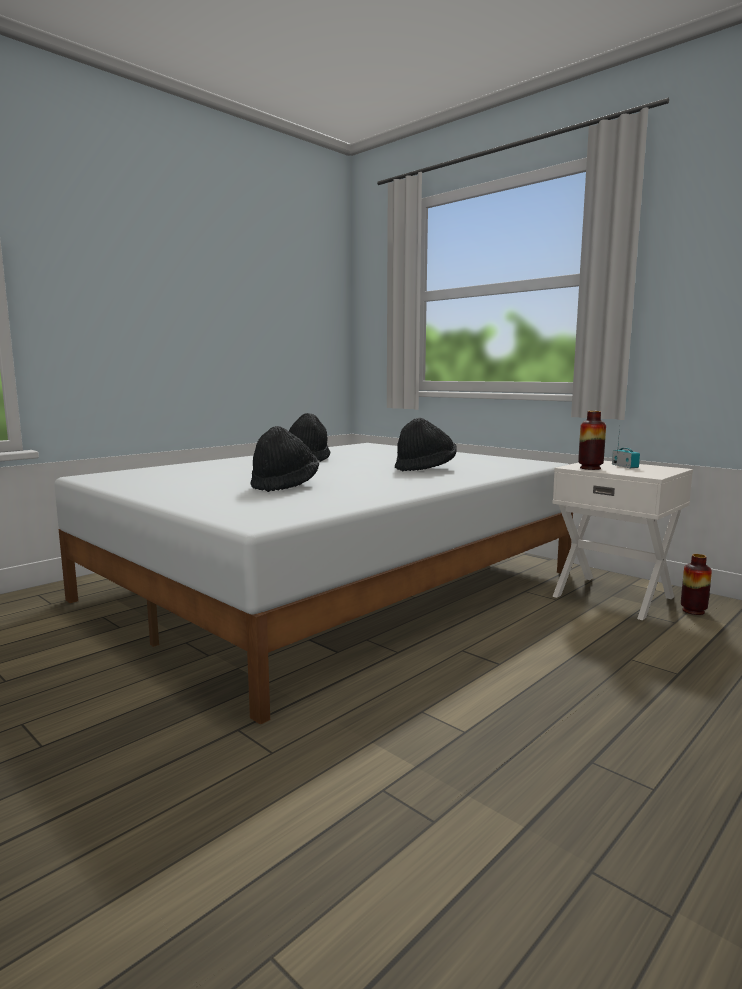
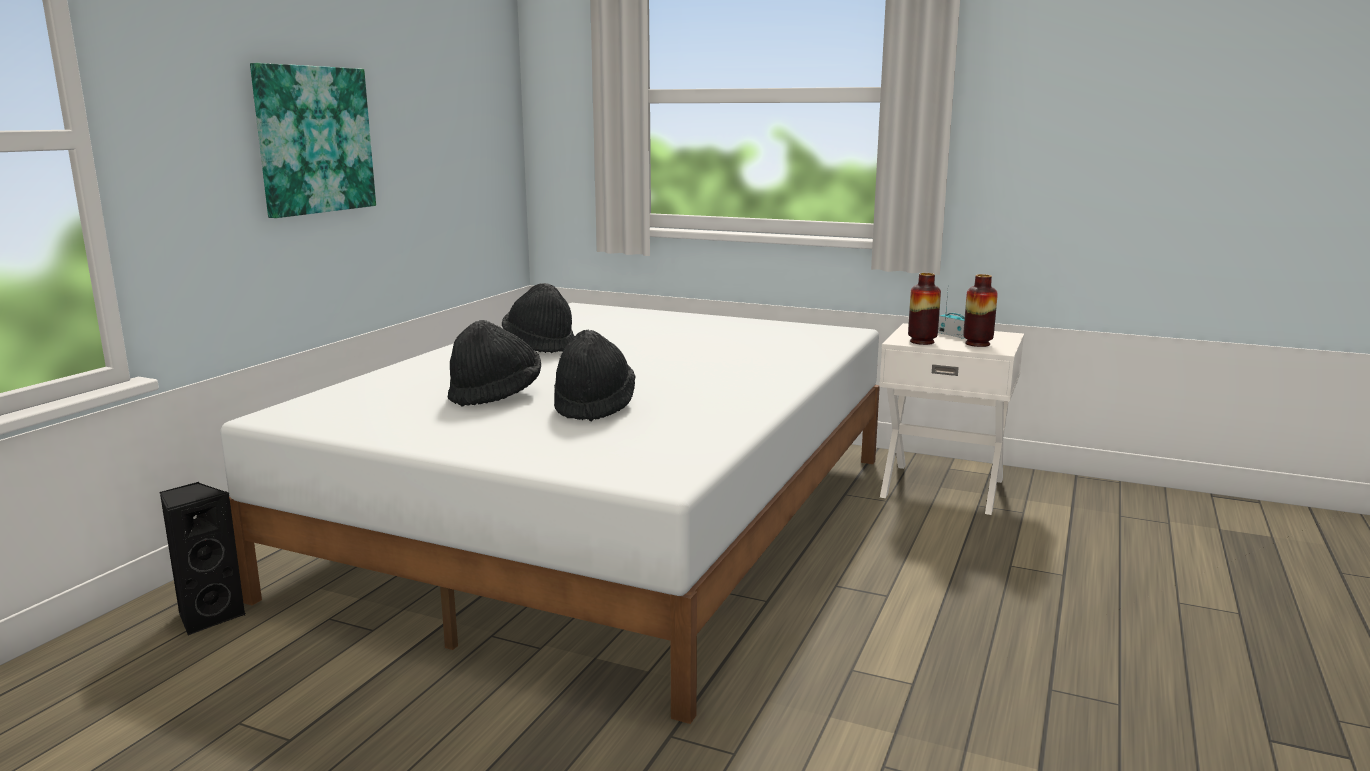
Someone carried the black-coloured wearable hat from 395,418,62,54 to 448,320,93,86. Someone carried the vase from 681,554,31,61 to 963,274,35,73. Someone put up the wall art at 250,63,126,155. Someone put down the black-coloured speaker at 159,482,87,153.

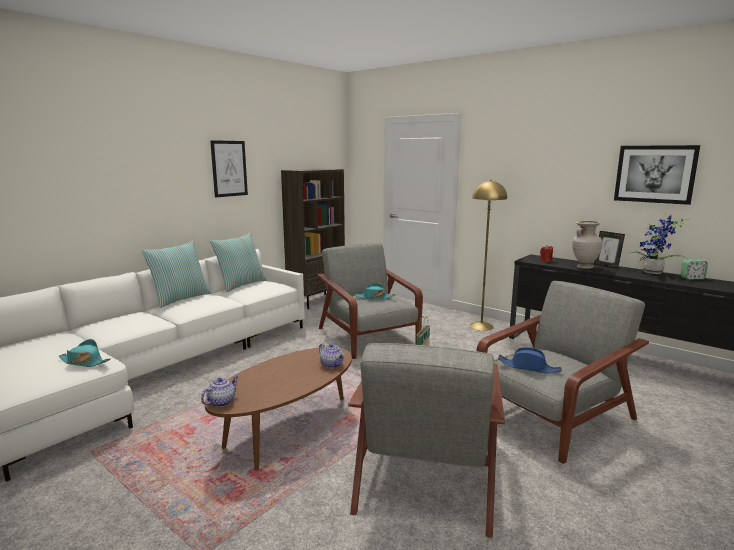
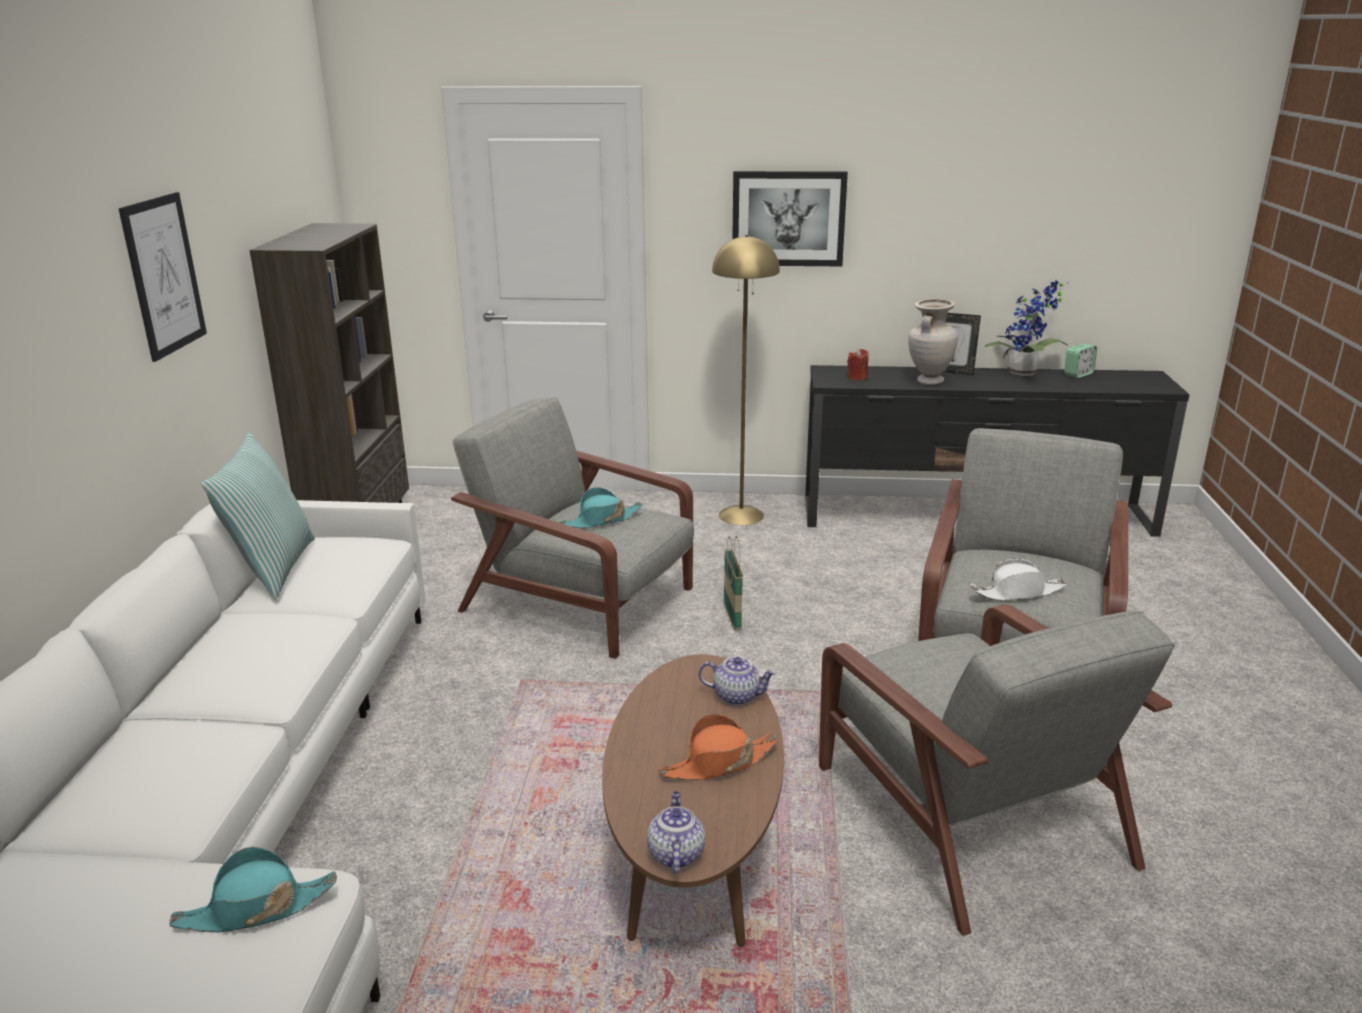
Someone carried the wall art from 614,145,86,60 to 732,171,116,95. Someone took away the cushion at 141,241,70,67. Someone repainted the blue-coloured wearable hat at 498,347,64,26, which became the white wearable hat at 971,559,95,42. Someone put down the orange-coloured wearable hat at 658,714,121,66.

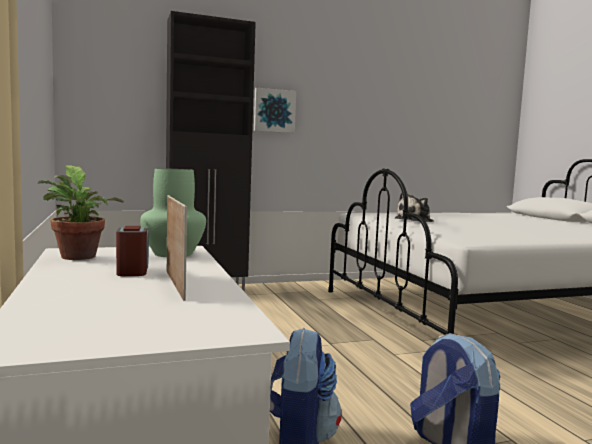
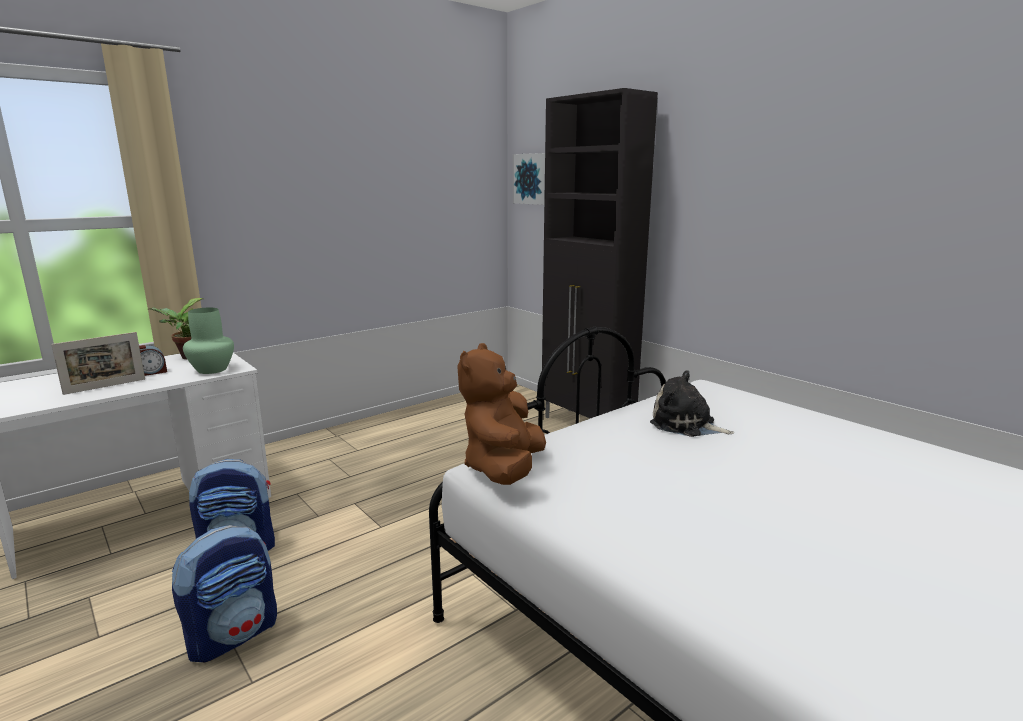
Someone carried the wall art from 254,88,42,45 to 513,153,32,52. Someone put down the brown plush toy at 457,343,89,142.

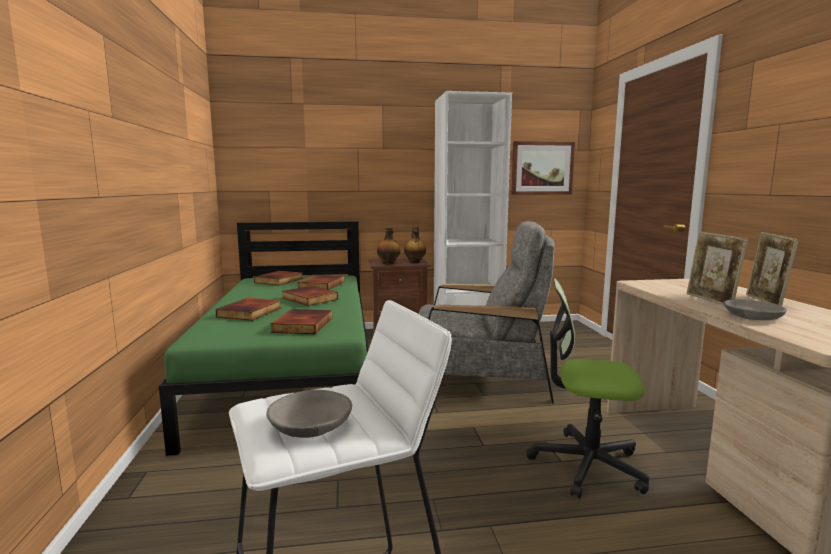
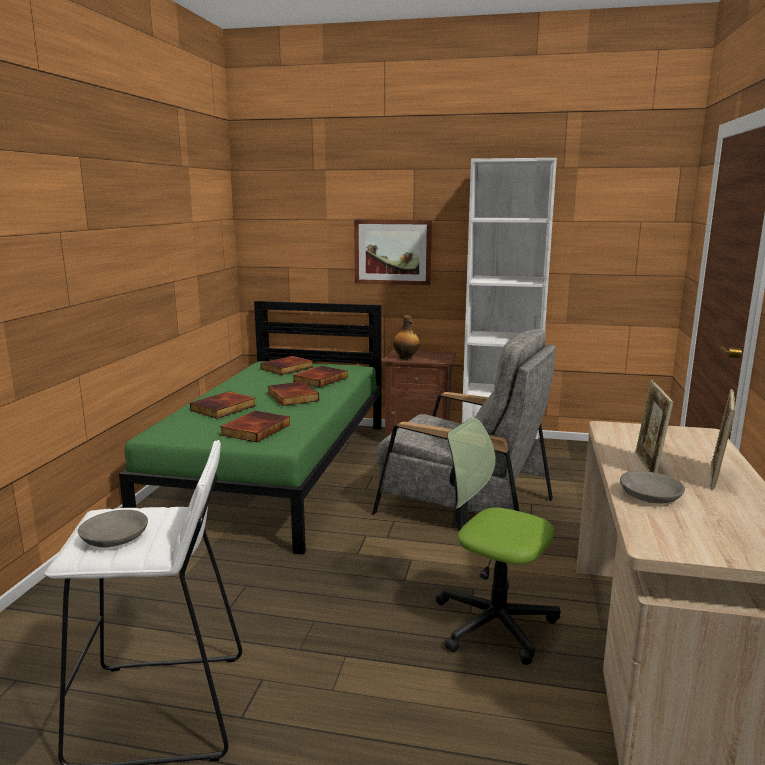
Someone carried the wall art from 511,141,64,54 to 354,220,78,65. Someone took away the beverage bottle at 404,226,22,37.

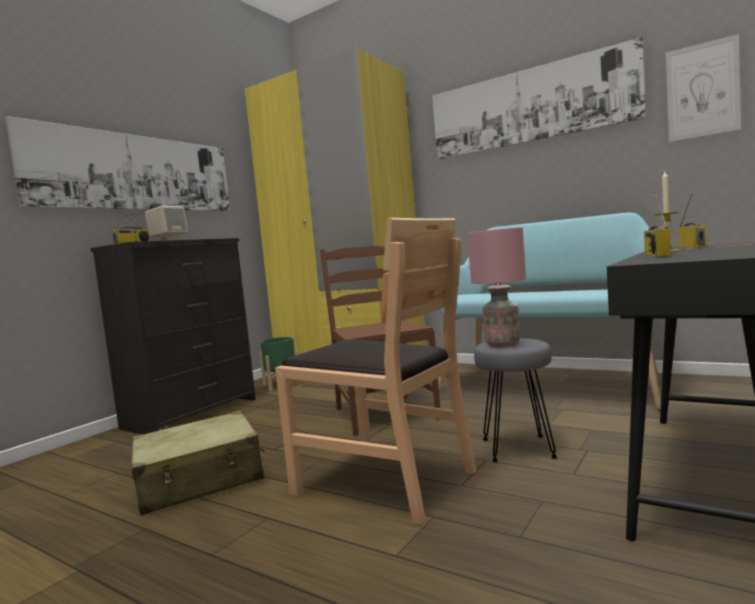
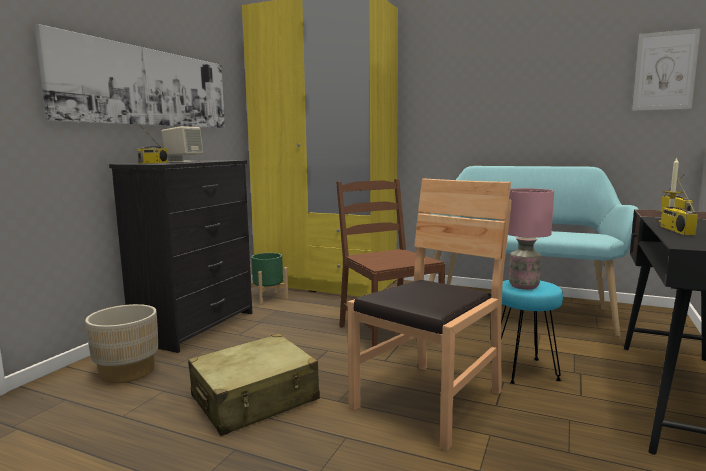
Someone took away the wall art at 432,37,214,123. Someone rotated the brown chair at 275,218,201,307 by 75 degrees counterclockwise. Someone repainted the greyish stool seat at 474,338,84,124, which became the turquoise-coloured stool seat at 501,280,62,104. Someone put down the beige planter at 85,304,73,79.

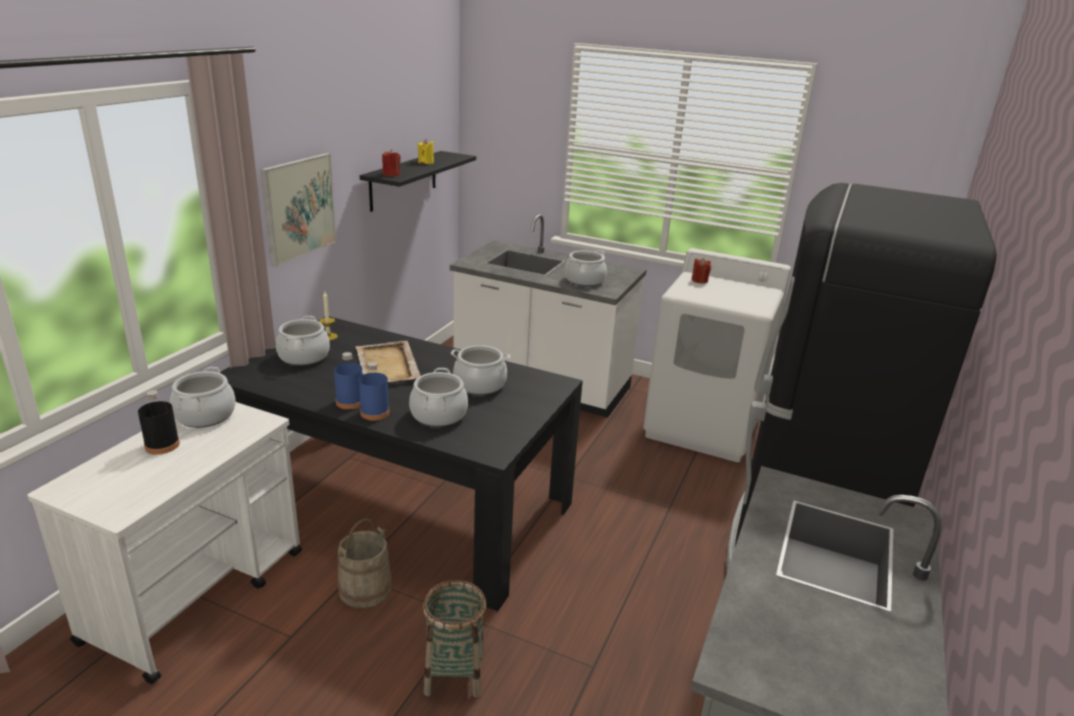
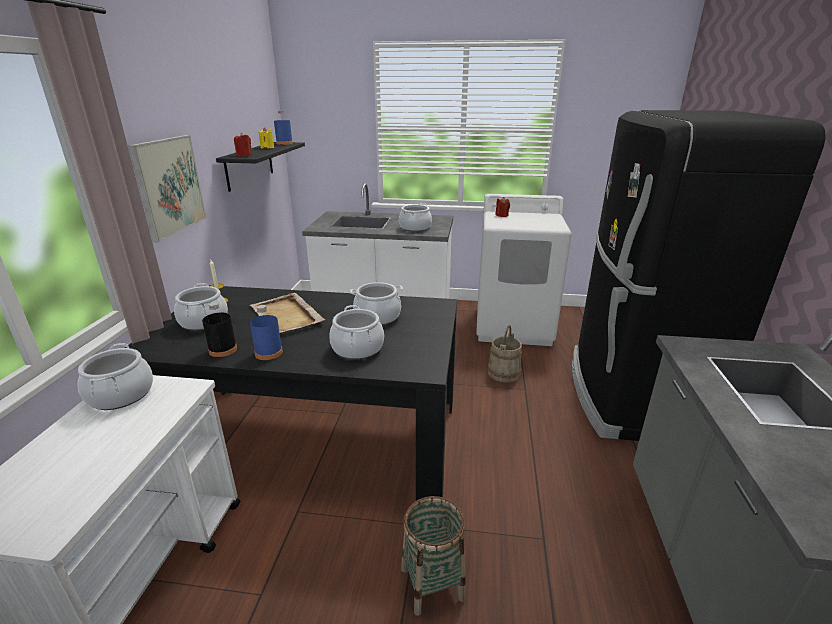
Someone carried the blue-coloured beverage bottle from 359,362,30,58 to 274,110,19,35. Someone carried the black-coloured beverage bottle from 138,390,42,64 to 202,302,35,55. Someone carried the beige bucket from 337,519,55,89 to 488,325,34,58.

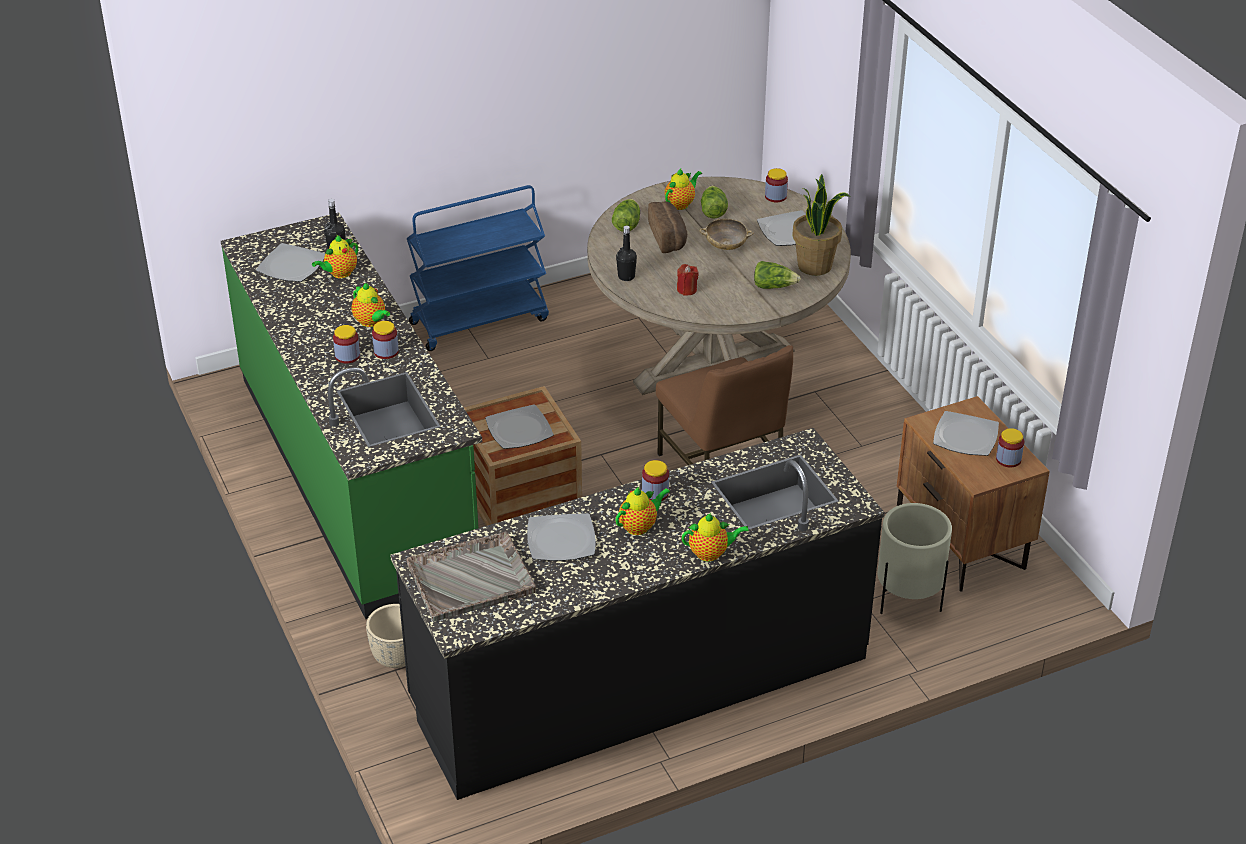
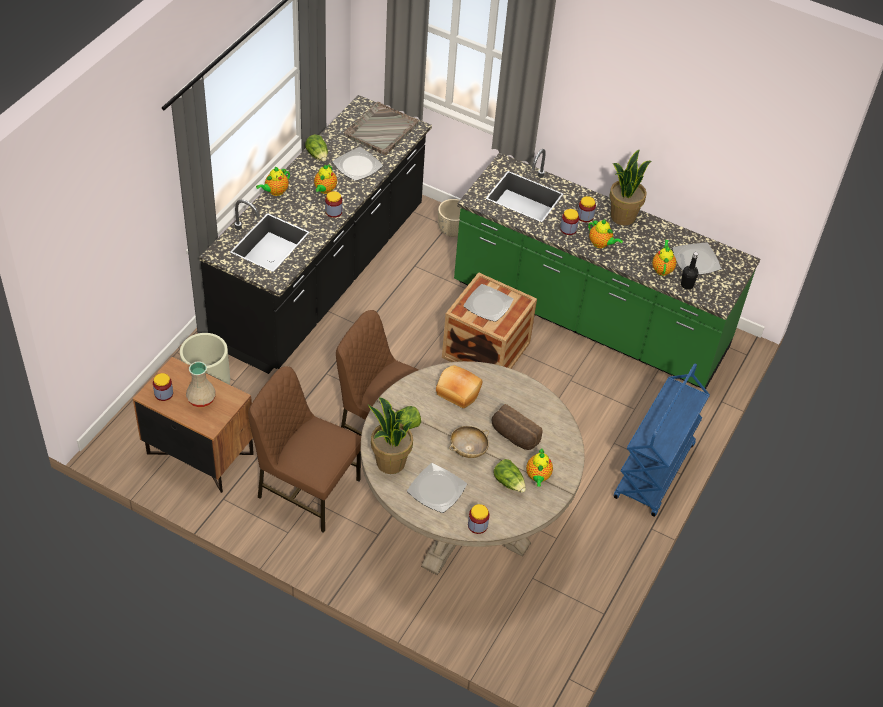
Someone carried the lettuce head from 612,199,28,32 to 305,135,23,27. Someone took away the black-coloured beverage bottle at 616,226,21,55. Someone swapped the red wax candle at 677,264,22,32 for the baked bread at 436,365,47,43. Someone rotated the pot for tea at 351,283,39,44 by 150 degrees counterclockwise. Someone swapped the plate at 933,411,66,45 for the beige vase at 186,362,30,45. Someone put down the houseplant at 609,150,43,75. Someone put down the brown chair at 248,366,113,167.

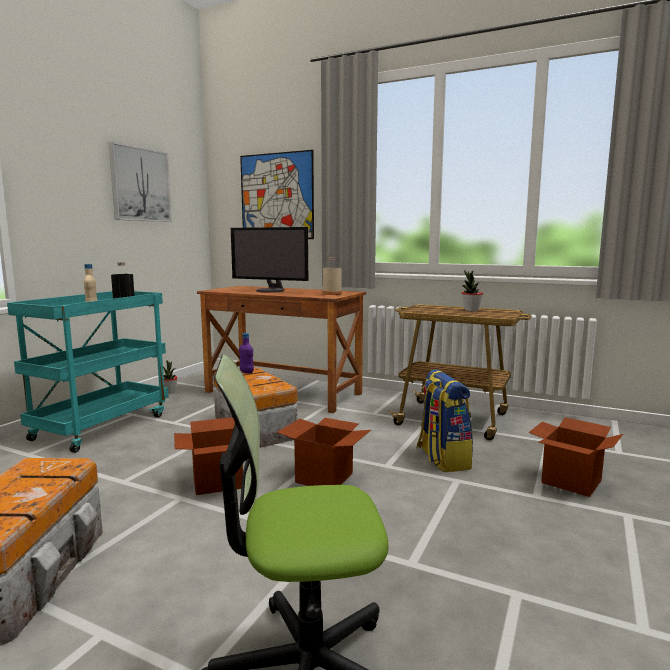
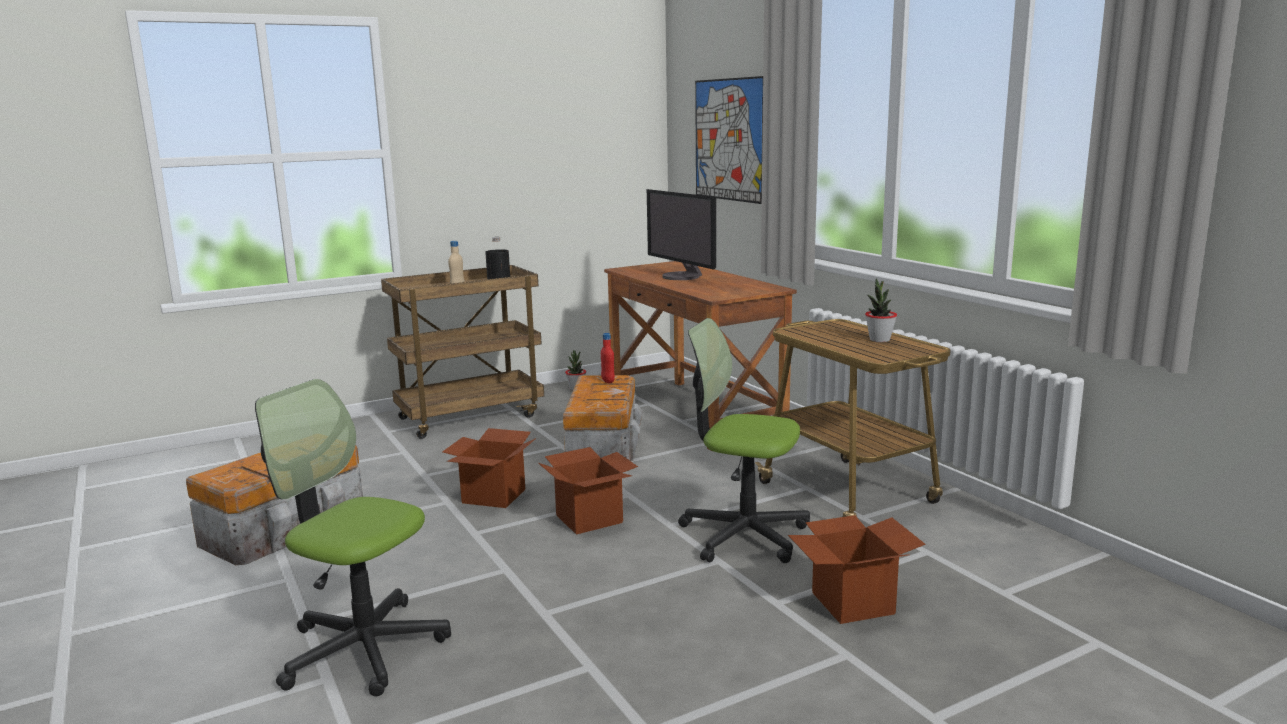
Someone took away the wall art at 109,142,63,80. Someone took away the beige beverage bottle at 323,257,19,38. Someone repainted the turquoise-coloured trolley at 7,291,162,162, which became the brown trolley at 381,265,163,174. Someone repainted the purplish beverage bottle at 239,333,15,40, which became the red beverage bottle at 601,333,14,50. Someone swapped the rucksack at 416,369,57,103 for the computer chair at 678,318,132,245.

